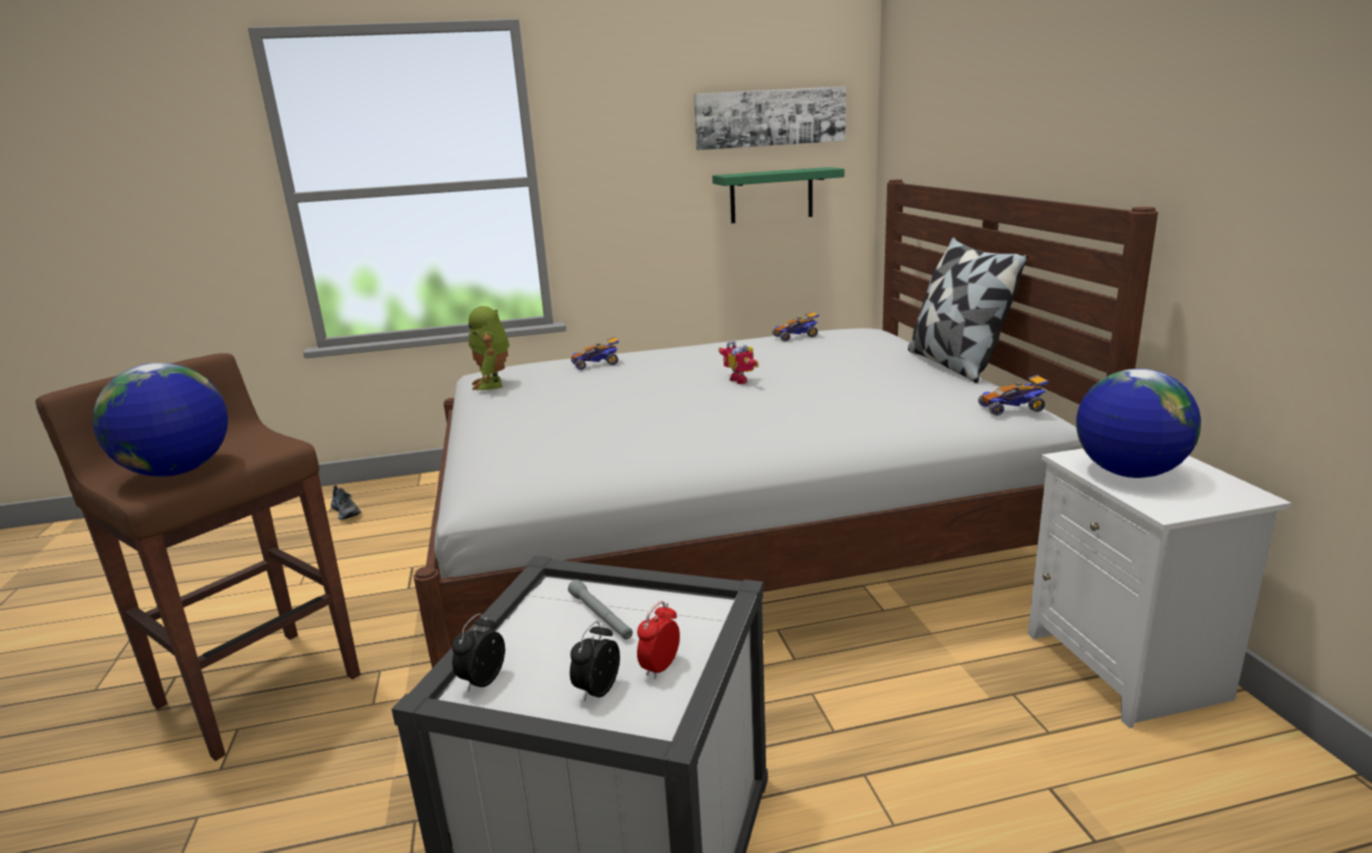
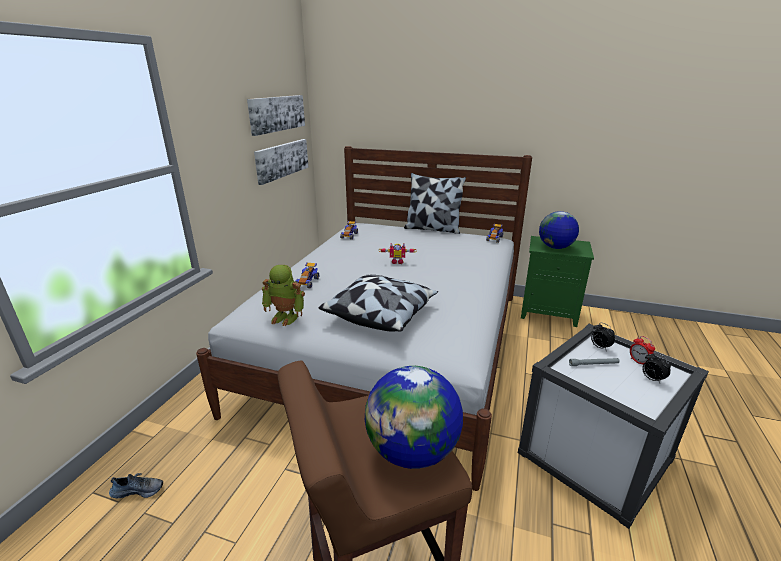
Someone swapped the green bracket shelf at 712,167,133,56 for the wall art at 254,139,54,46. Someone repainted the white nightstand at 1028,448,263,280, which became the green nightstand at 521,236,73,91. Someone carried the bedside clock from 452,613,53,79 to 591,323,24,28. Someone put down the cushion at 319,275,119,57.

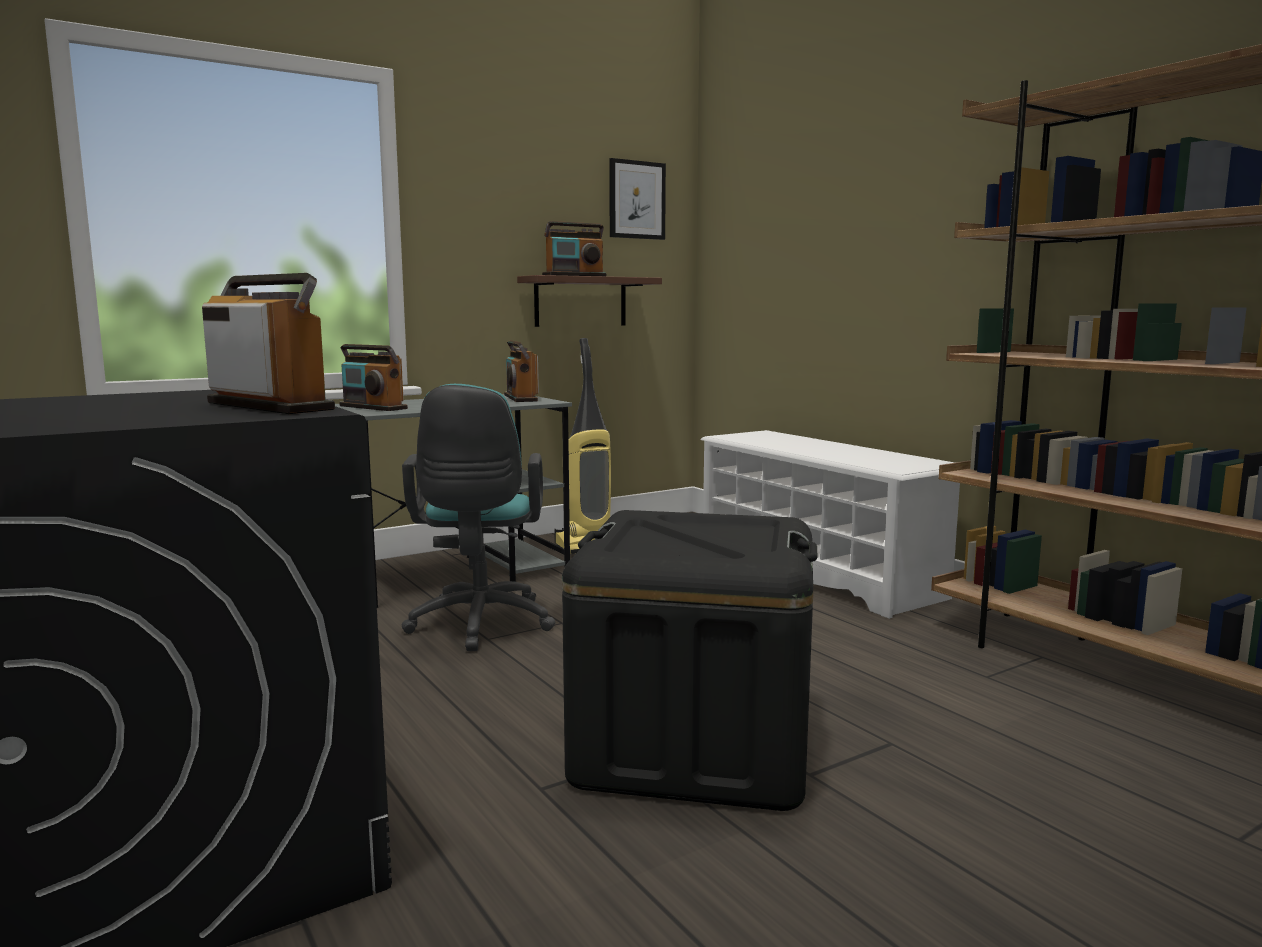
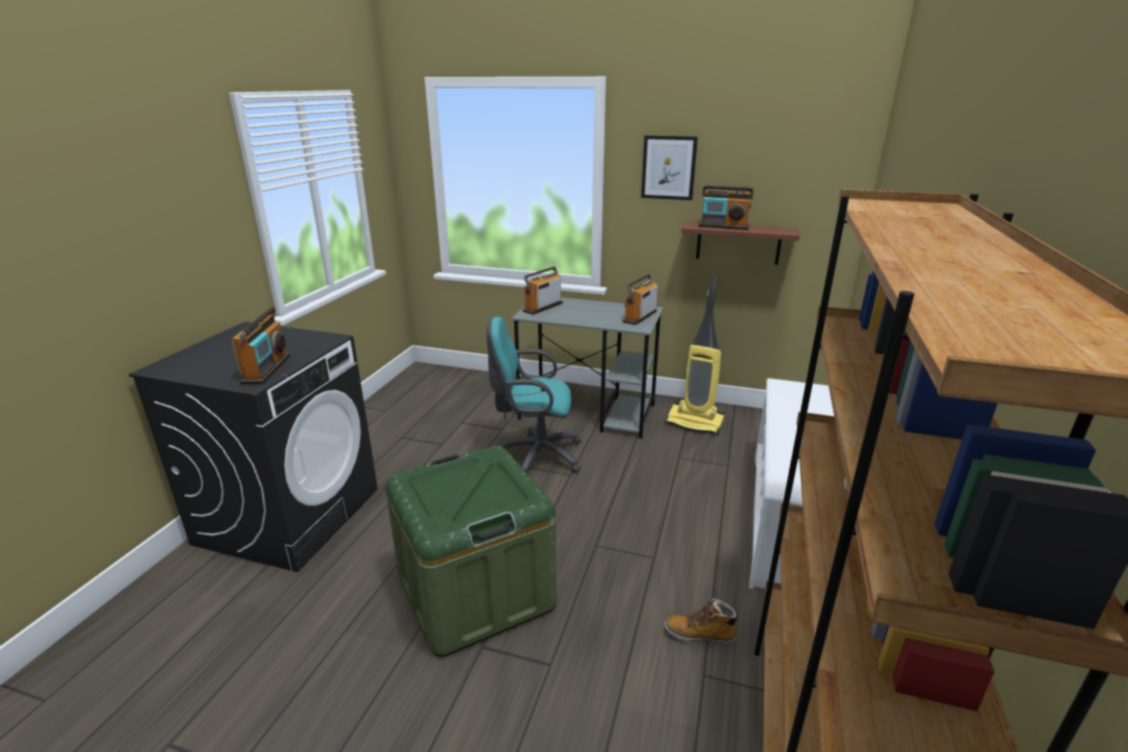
Someone carried the wall art from 609,158,57,82 to 641,135,57,65. Someone rotated the radio receiver at 339,344,69,67 by 45 degrees clockwise. Someone rotated the turquoise-coloured computer chair at 402,384,154,267 by 45 degrees clockwise. Someone repainted the black-coloured storage bin at 562,510,255,301, which became the green storage bin at 385,446,171,211. Someone put down the tall boot at 665,598,75,46.

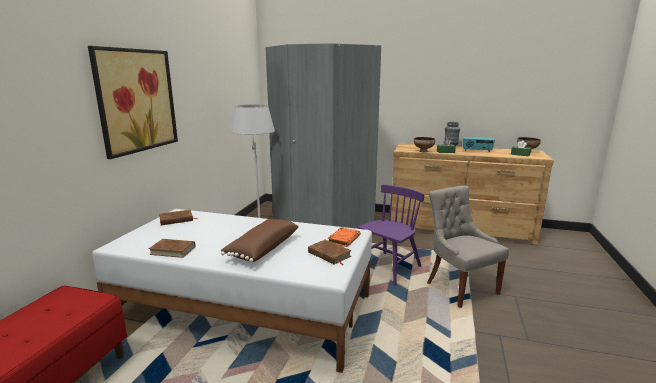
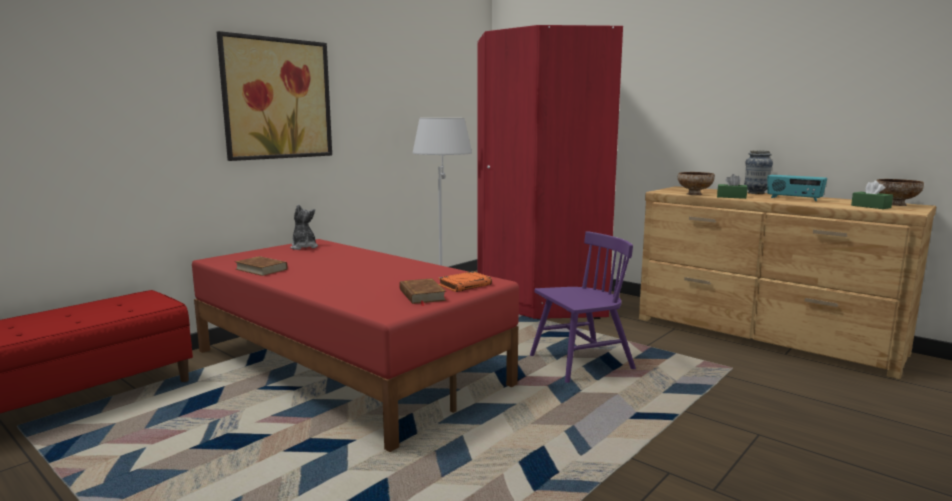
Someone repainted the greyish clothes cupboard at 266,43,115,186, which became the red clothes cupboard at 477,25,146,294. Someone took away the greyish chair at 427,186,82,122. Someone repainted the white bedroom bed at 92,209,280,164, which became the red bedroom bed at 192,239,327,213. Someone swapped the brown bound book at 159,210,39,15 for the plush toy at 290,204,28,46. Someone took away the brown cushion at 221,219,78,43.

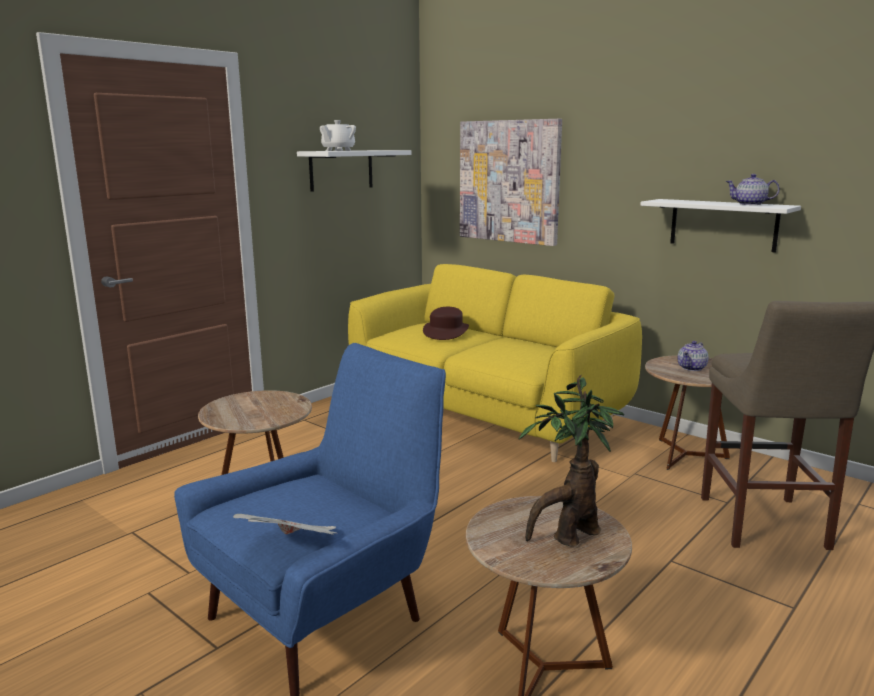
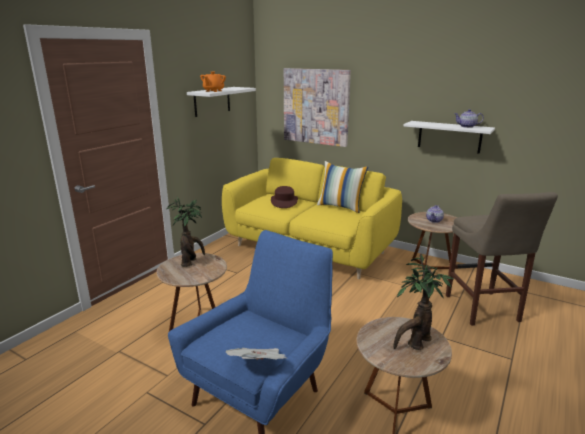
Someone repainted the white pot for tea at 320,120,36,31, which became the orange-coloured pot for tea at 200,72,26,20. Someone put down the cushion at 317,161,51,52. Someone put down the houseplant at 167,197,38,70.

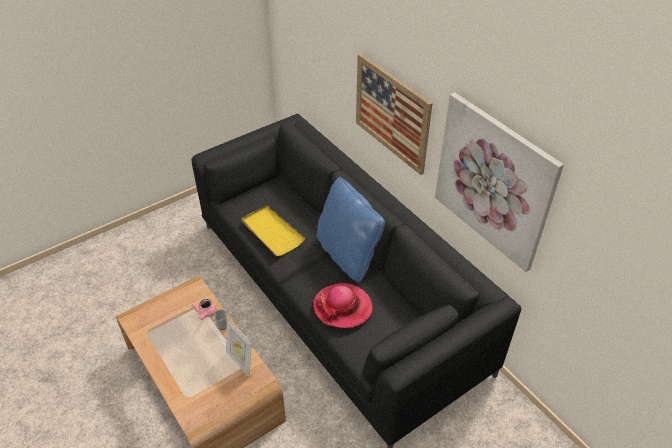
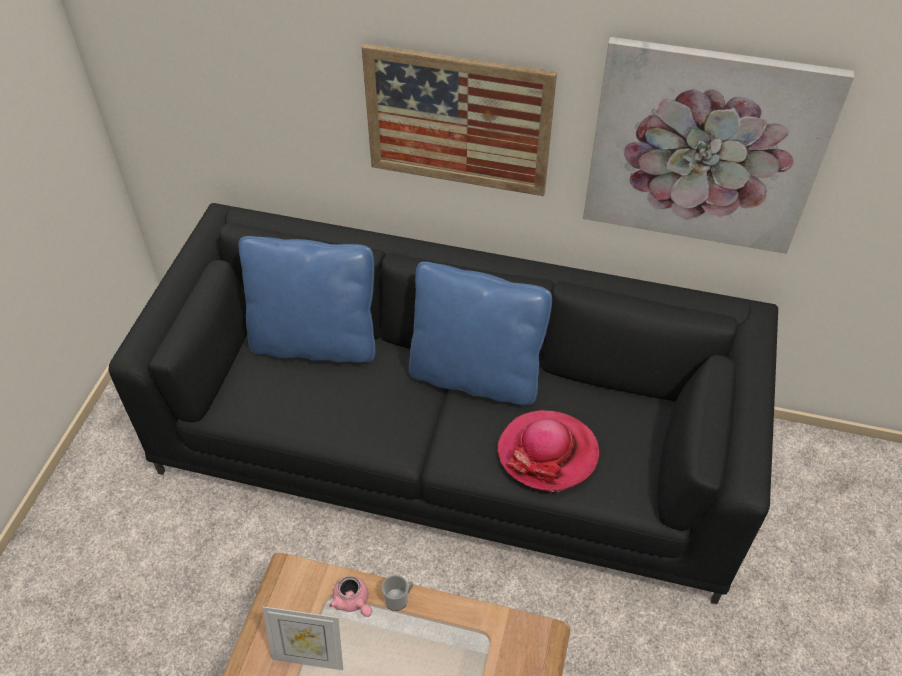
Someone took away the yellow-coloured tray at 241,205,64,51. Someone carried the photo frame from 226,318,26,59 to 262,607,81,63. Someone put down the blue-coloured cushion at 238,236,138,127.

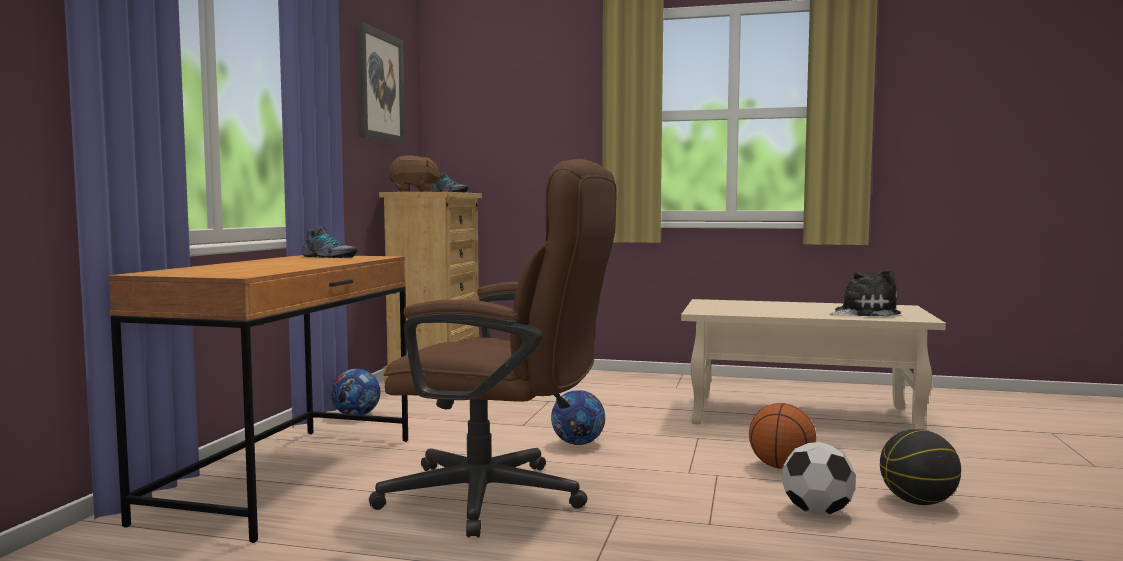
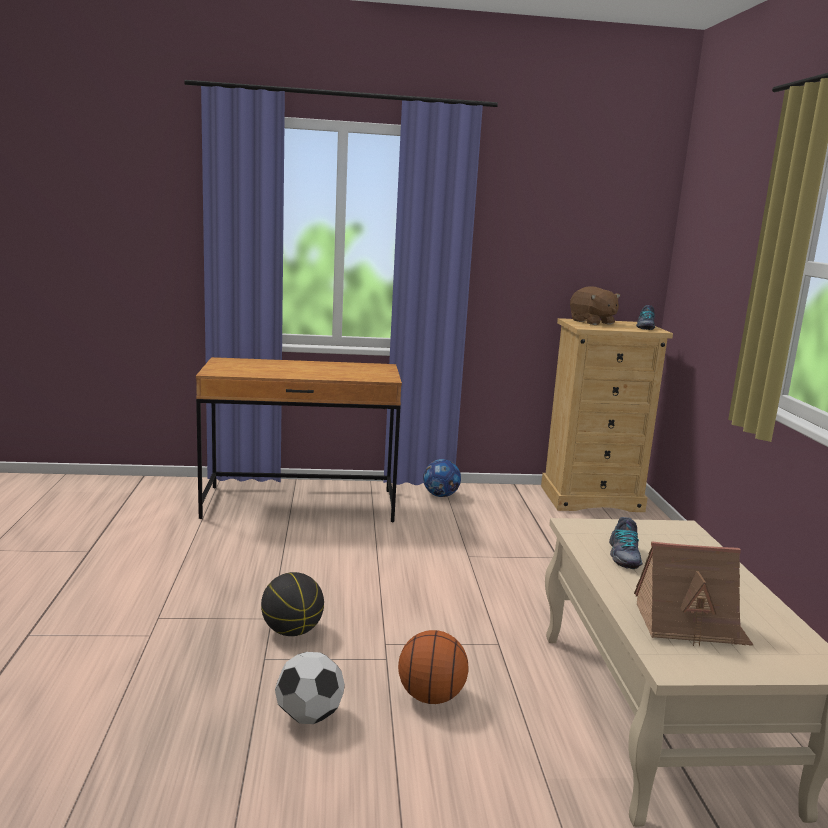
Someone took away the wall art at 357,21,48,124. Someone took away the brown computer chair at 369,159,248,378. Someone carried the item of footwear from 302,226,56,32 to 609,517,34,52. Someone swapped the plush toy at 829,270,72,47 for the miniature house at 634,541,119,106. Someone took away the ball for football at 551,390,54,55. Someone carried the ball for basketball from 880,429,81,76 to 261,572,63,64.

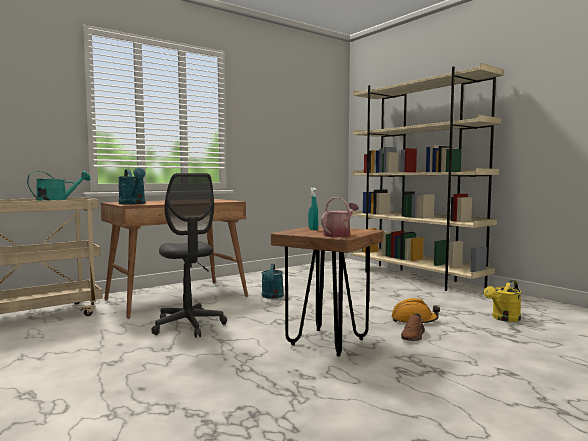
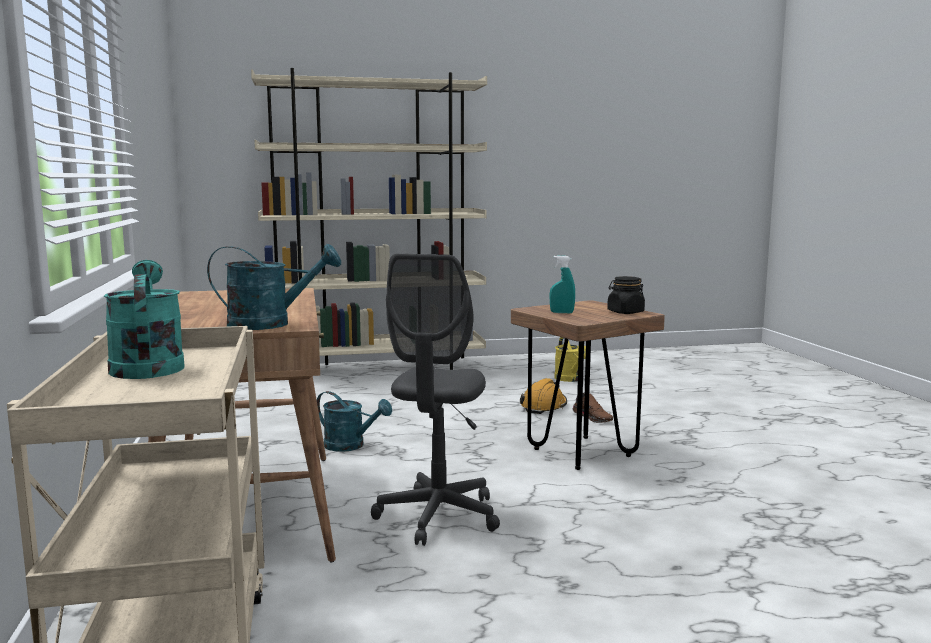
Someone rotated the greyish computer chair at 151,173,76,165 by 105 degrees clockwise. Someone swapped the sprinkling can at 321,197,38,40 for the black-coloured preserve jar at 607,276,38,38.

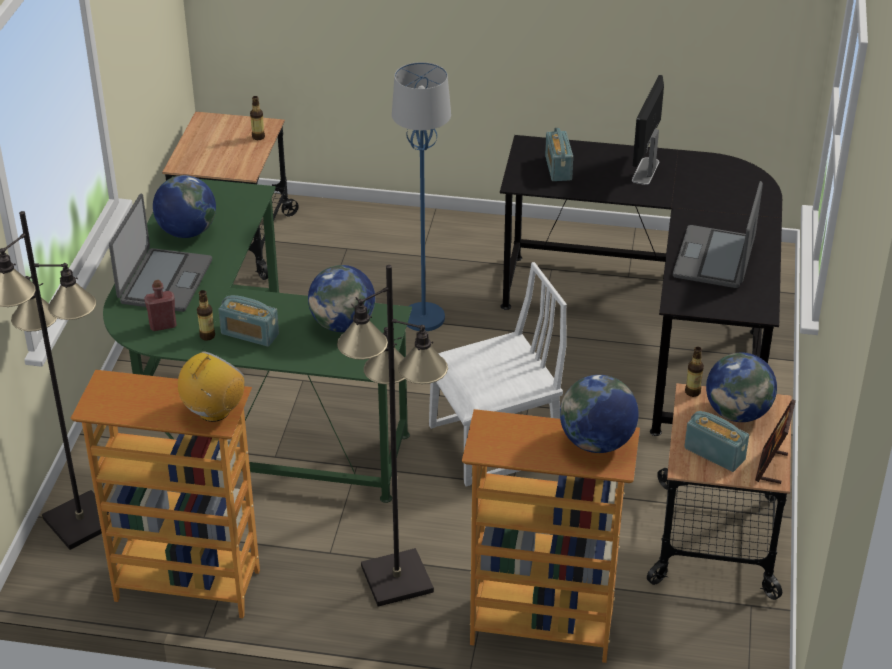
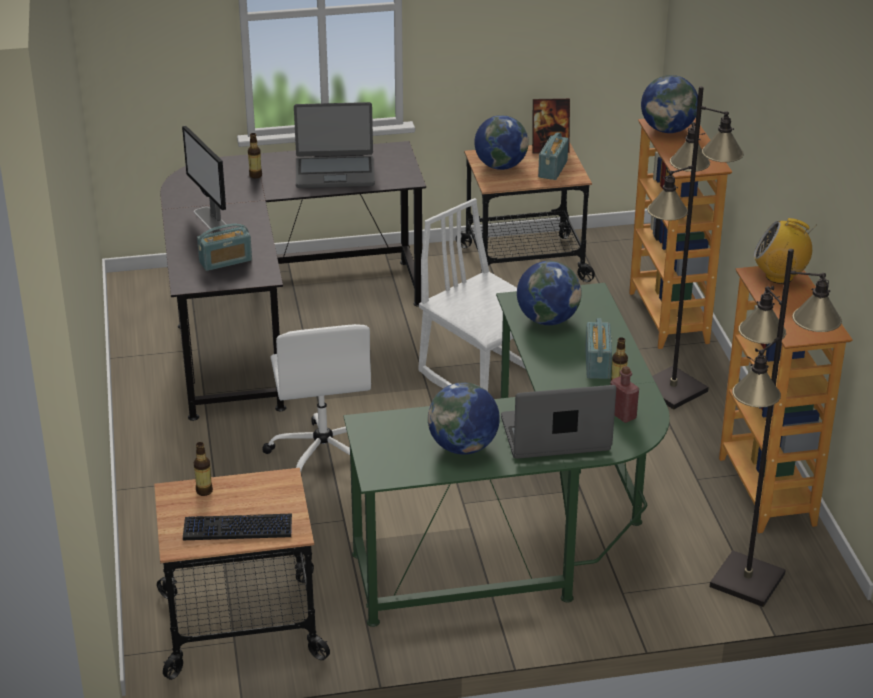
Someone swapped the blue-coloured standing lamp at 392,62,59,269 for the white computer chair at 262,324,109,153. Someone rotated the computer screen at 632,75,32,110 by 60 degrees clockwise. Someone carried the beverage bottle from 685,347,19,50 to 248,133,14,45. Someone put down the PC keyboard at 183,514,109,26.

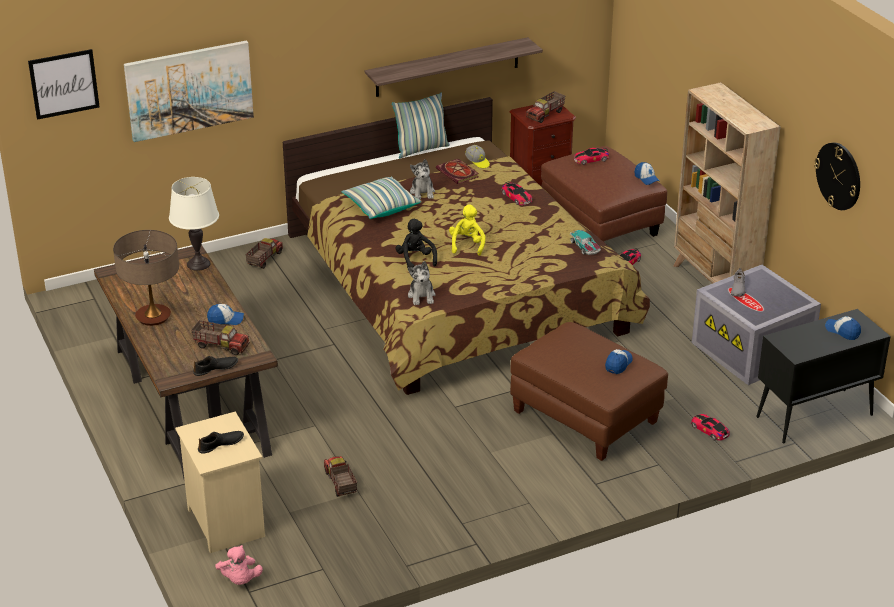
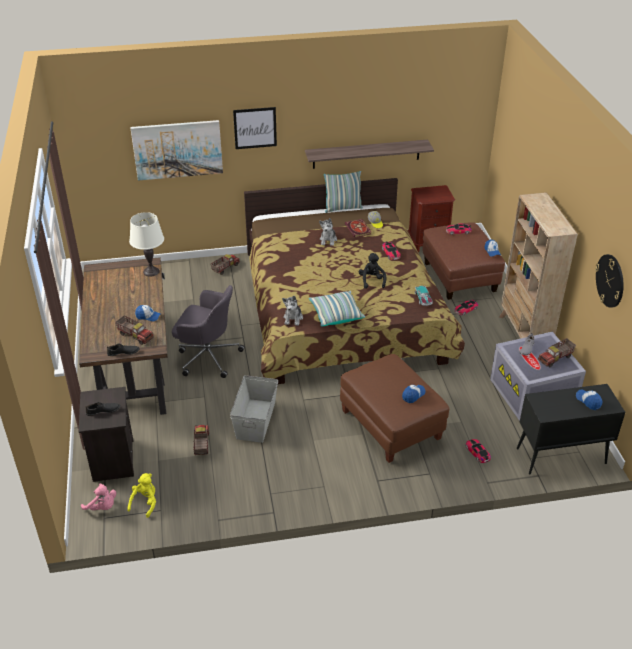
Someone carried the wall art from 28,49,72,71 to 233,107,44,42. Someone carried the toy lorry from 526,91,39,32 to 538,338,38,29. Someone carried the cushion from 342,176,79,43 to 309,291,56,35. Someone carried the yellow-coloured plush toy from 449,205,37,51 to 127,473,29,45. Someone carried the black-coloured plush toy from 395,219,42,49 to 359,253,27,36. Someone took away the table lamp at 113,230,66,96. Someone repainted the beige nightstand at 175,411,90,142, which became the black-coloured nightstand at 79,387,55,95. Someone rotated the pink-coloured plush toy at 215,545,48,40 by 60 degrees counterclockwise. Someone put down the greyish computer chair at 172,285,73,93. Someone put down the greyish storage bin at 230,375,48,68.

